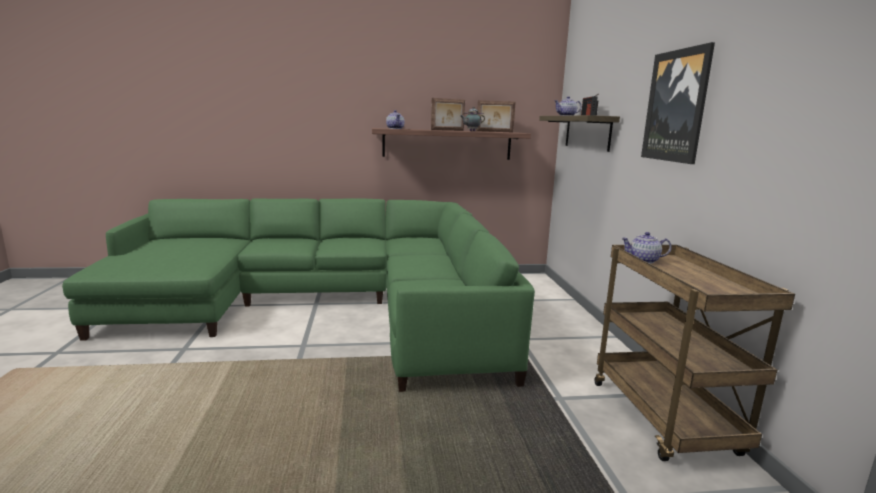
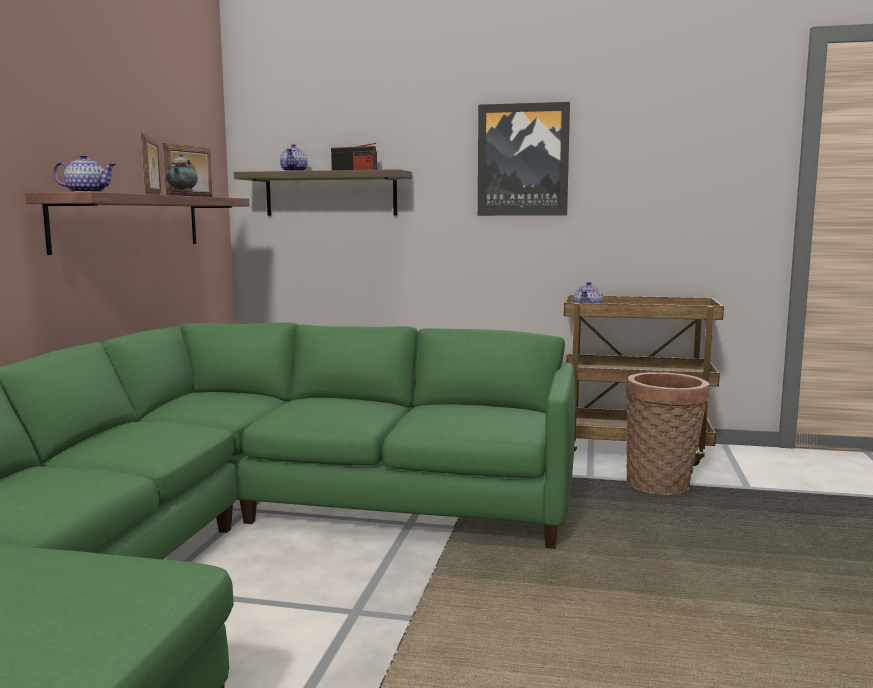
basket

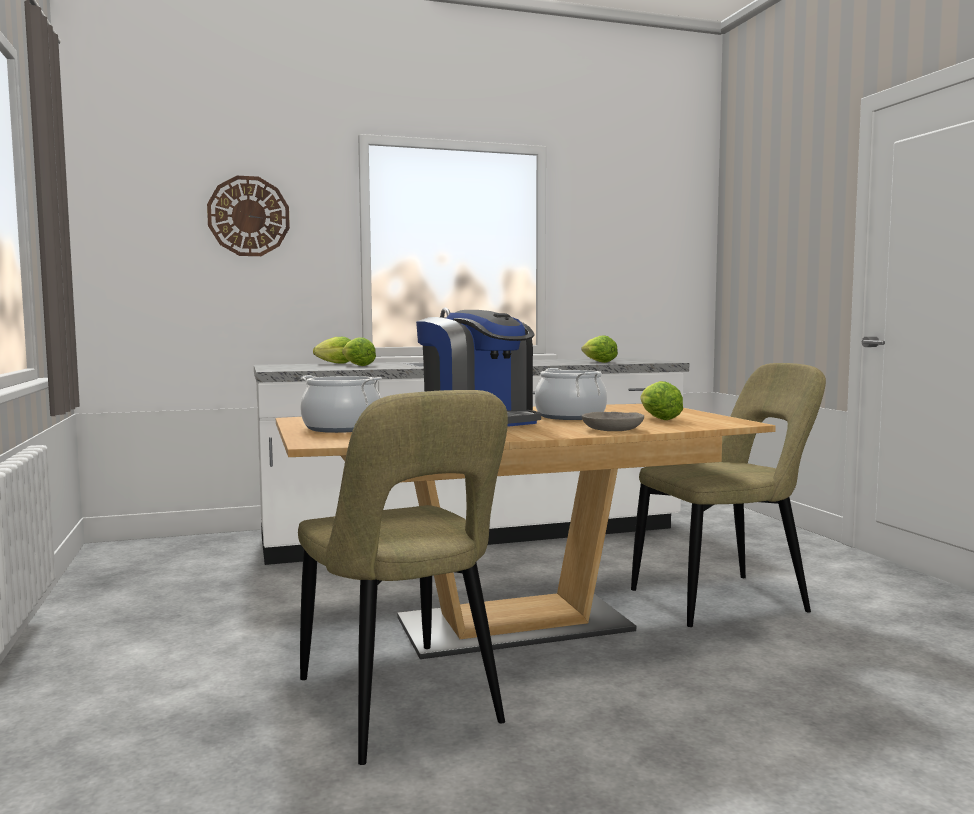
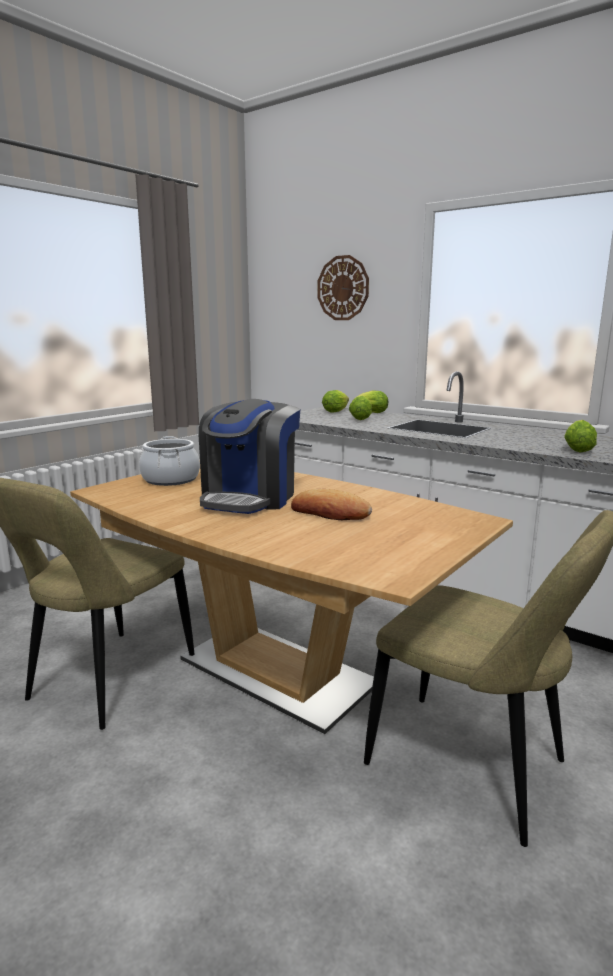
bread
lettuce (1st from left)
bowl/grey

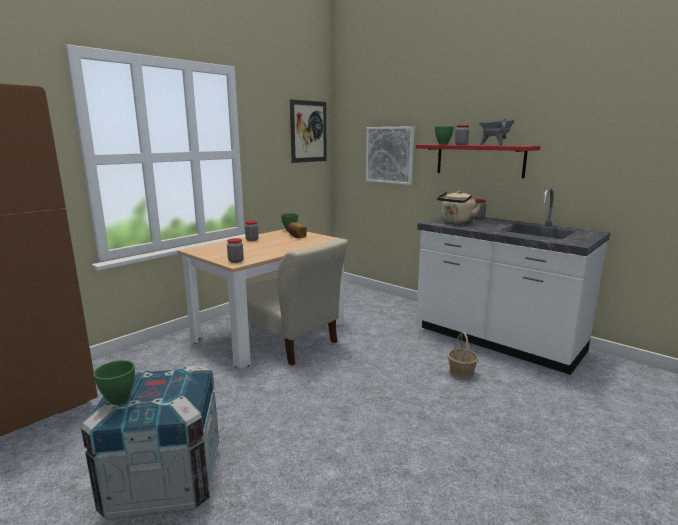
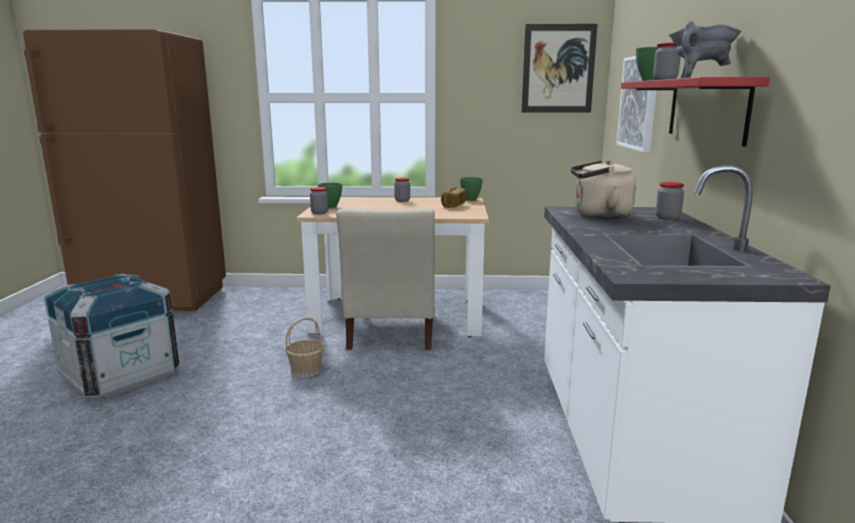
basket
bowl/green (1st from left)

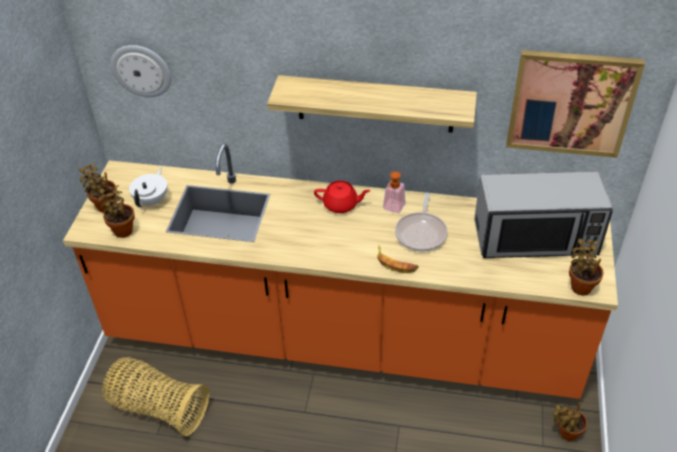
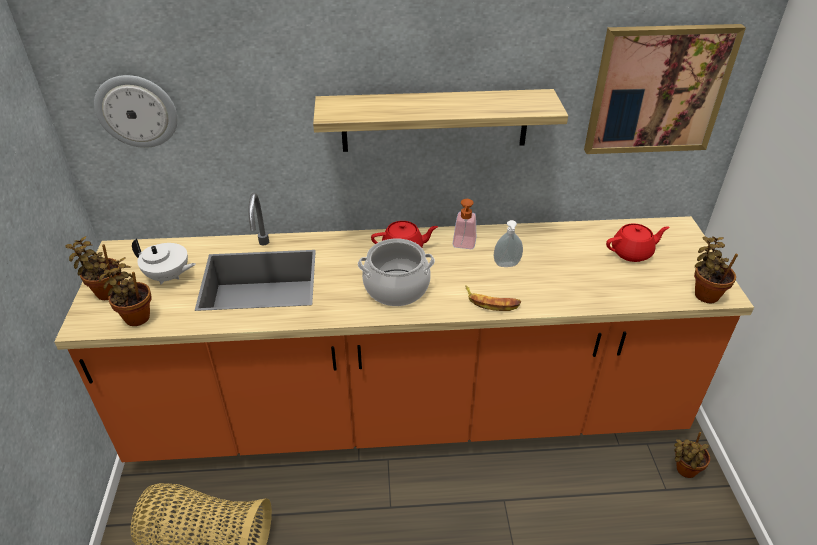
teapot/white
teapot/red (2nd from left)
soap dispenser (2nd from left)
cooking pot

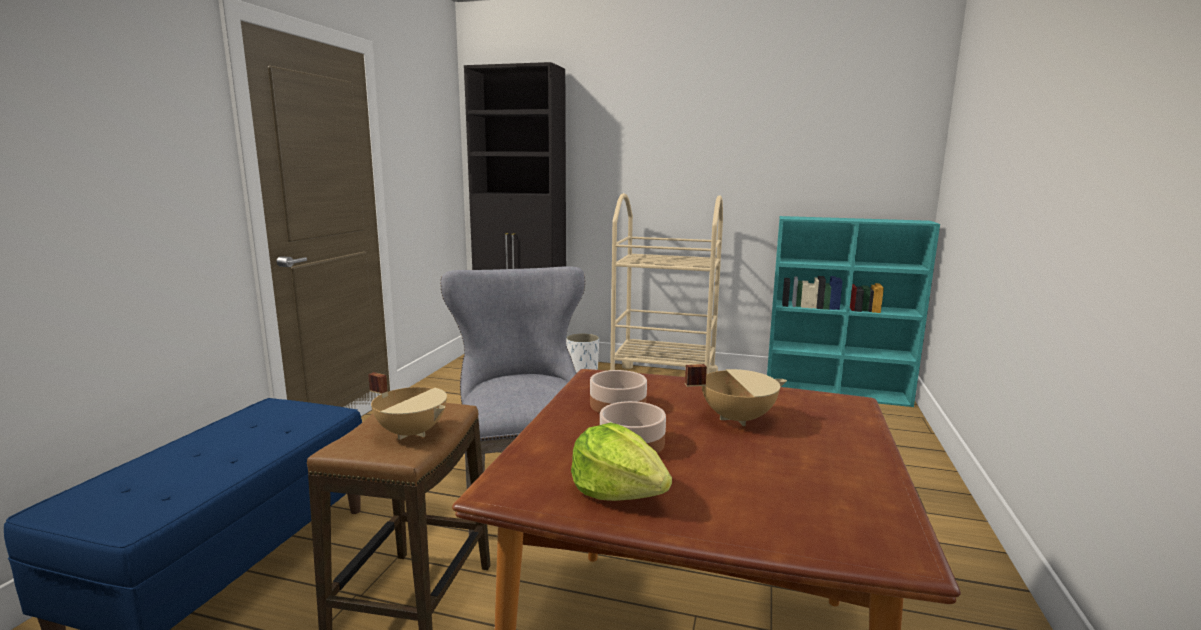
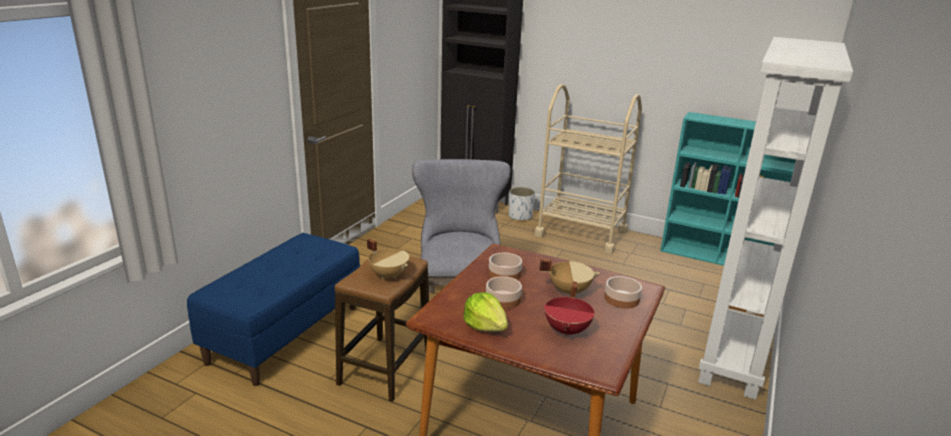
bookcase/white
bowl (3rd from left)
cooking pot/red

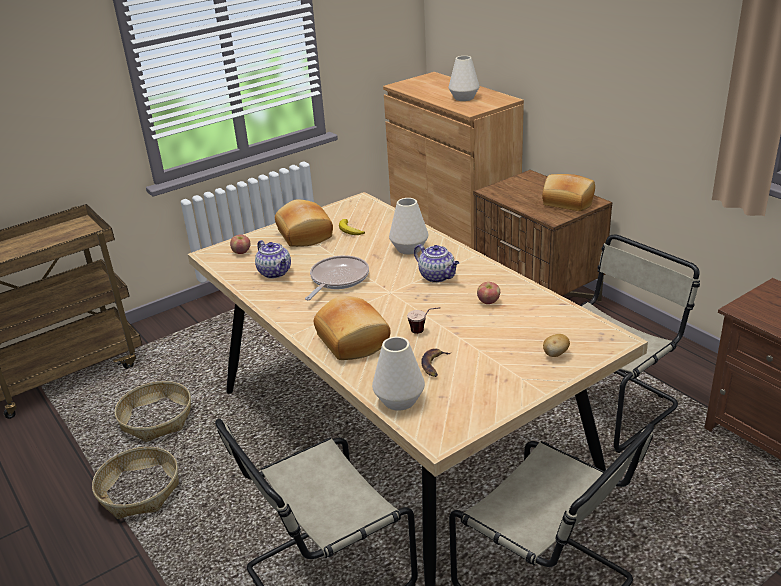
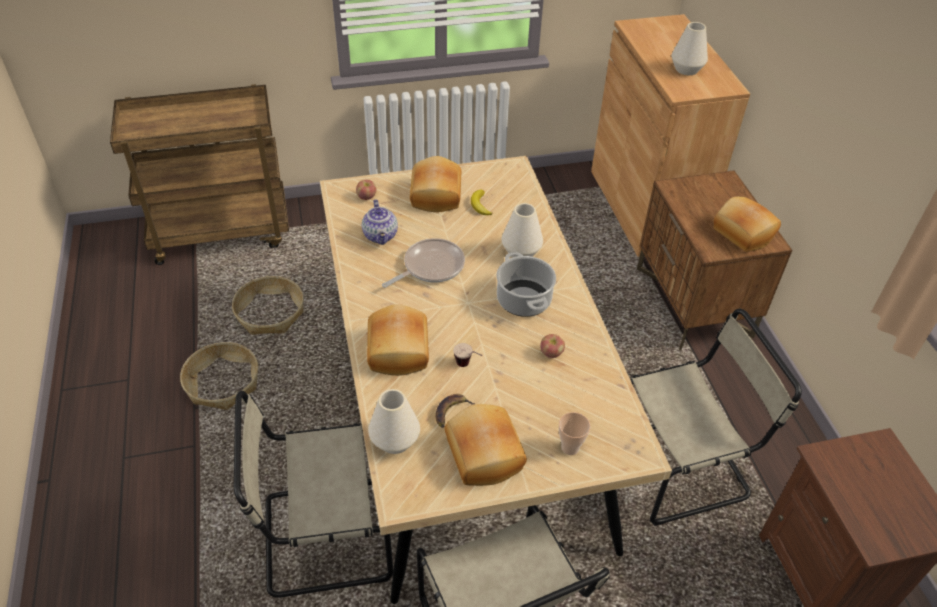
cooking pot
cup (2nd from left)
bread (3rd from left)

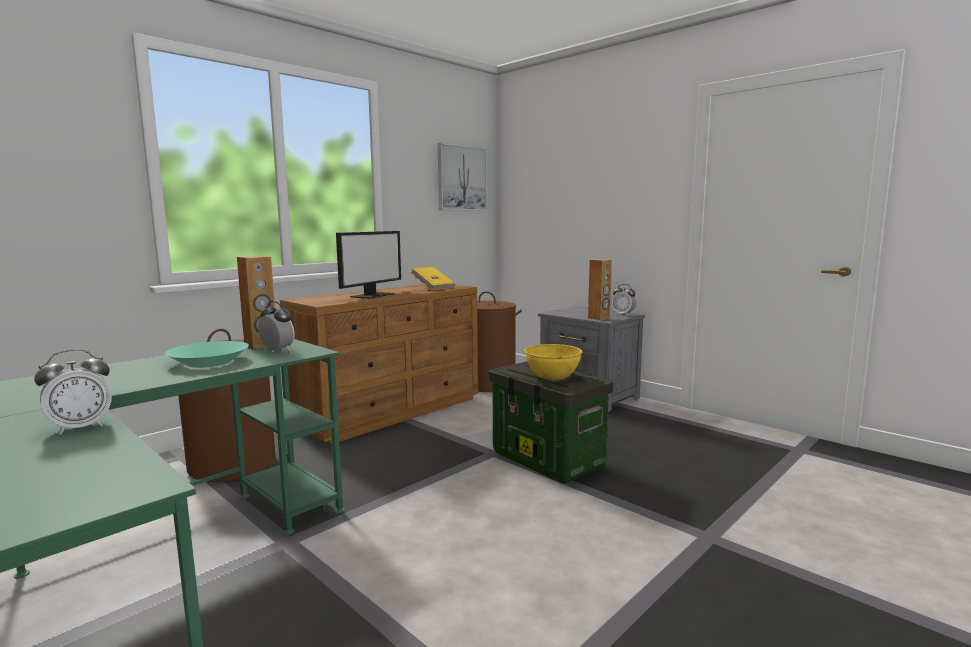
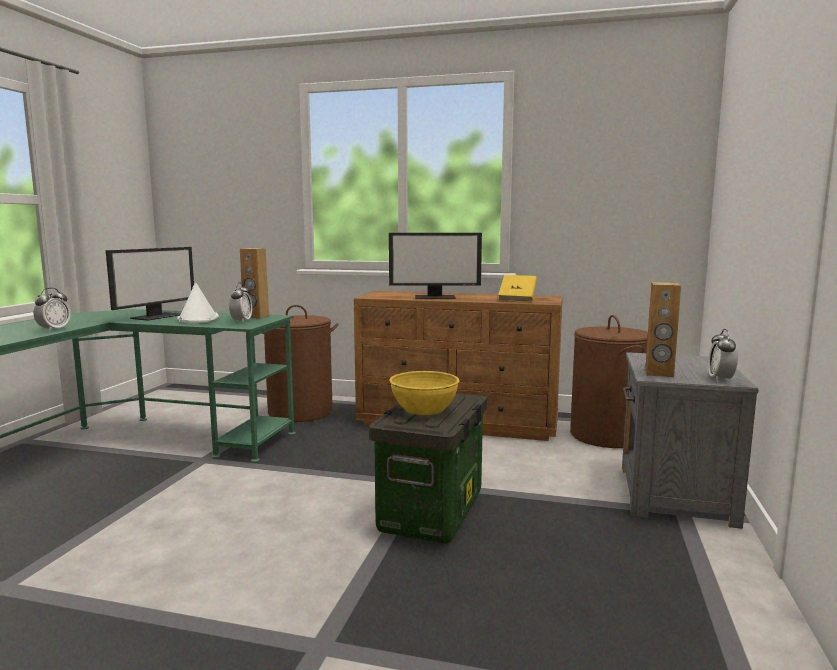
picture
hat/white
alarm clock (1st from left)
monitor (1st from left)

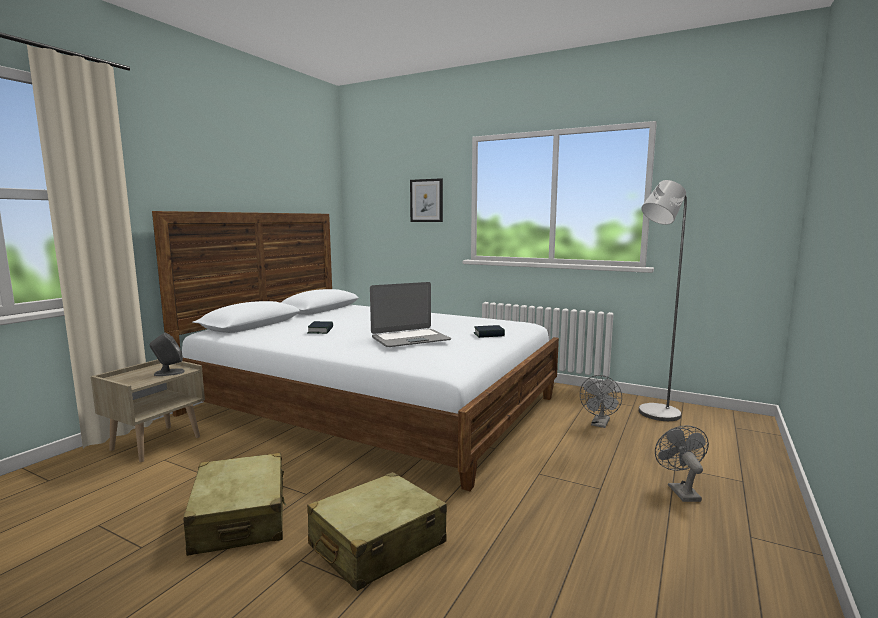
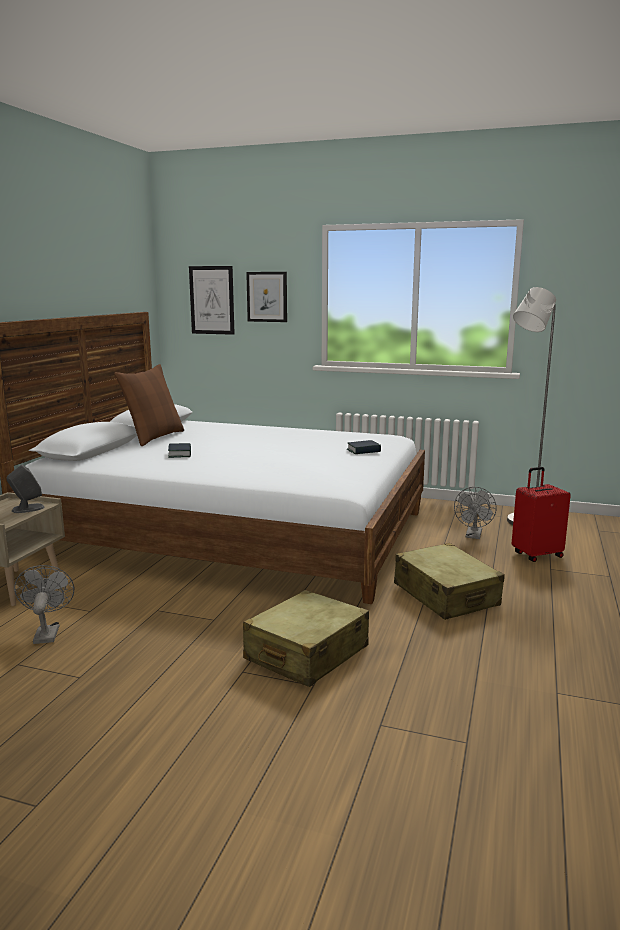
laptop
fan/grey (1st from left)
suitcase/beige (2nd from left)
picture (1st from left)
pillow/brown
suitcase/red

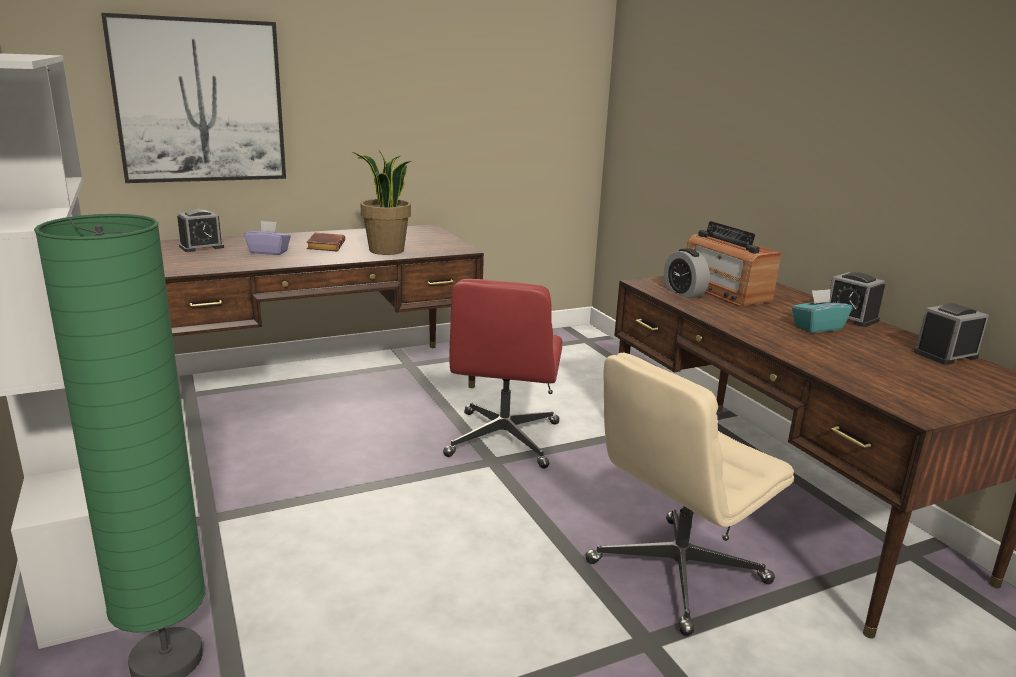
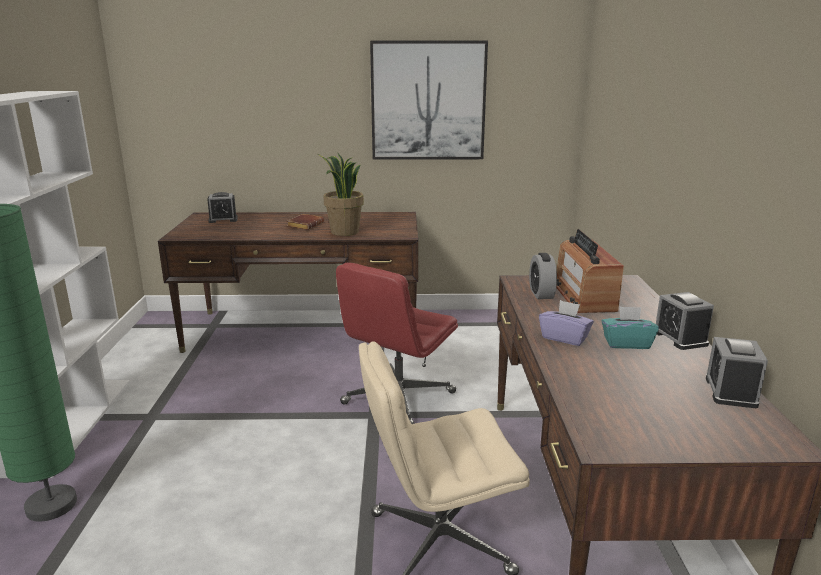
picture
tissue box/purple
alarm clock (4th from left)

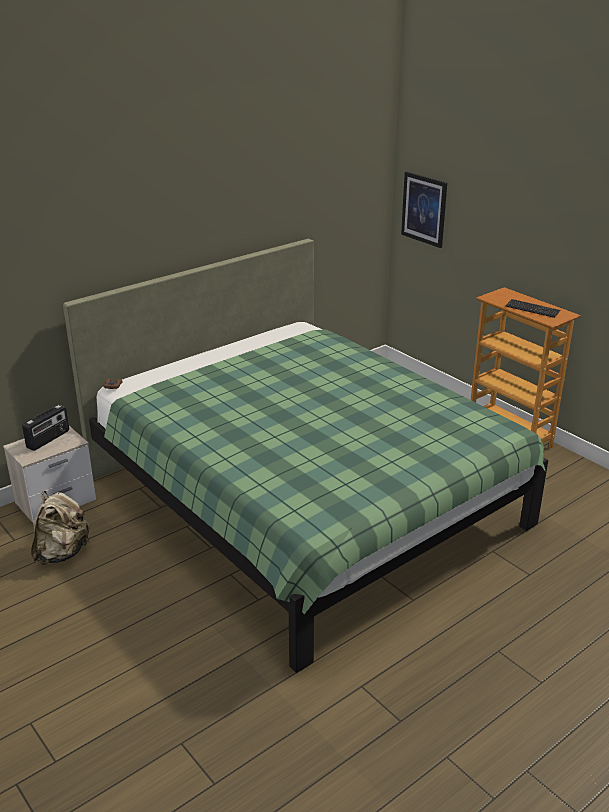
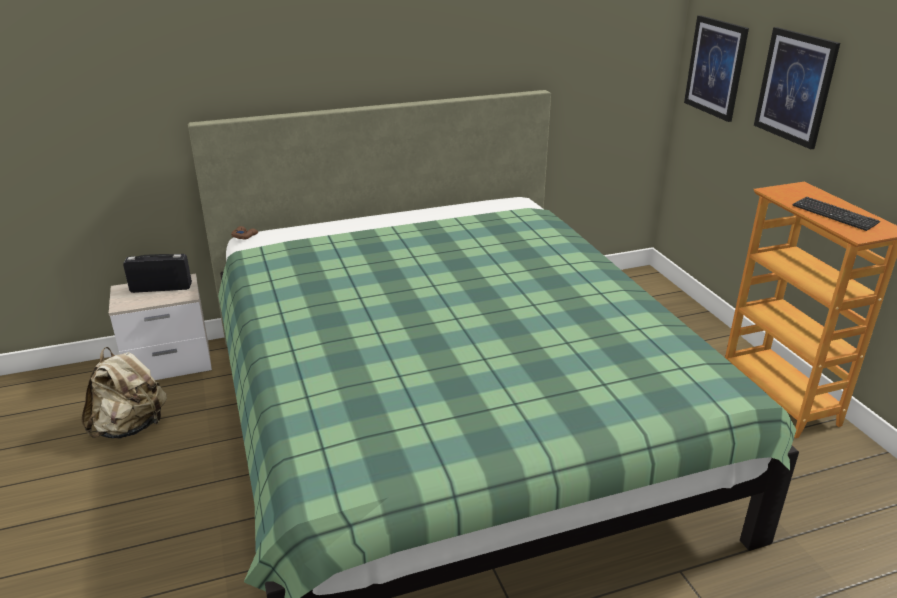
radio
picture (2nd from left)

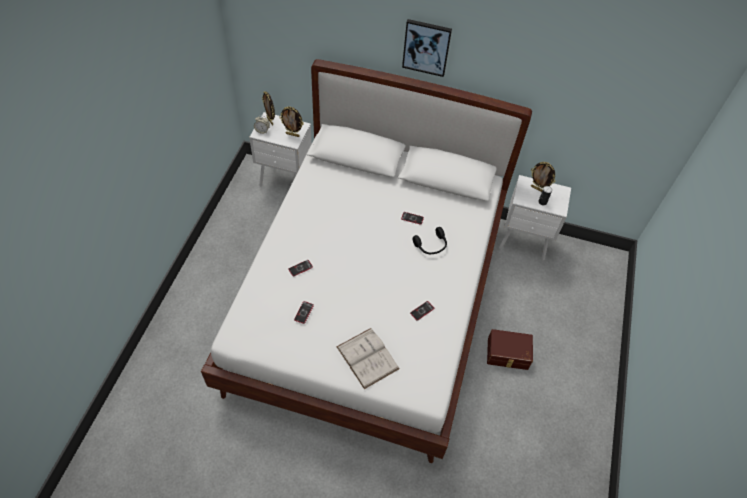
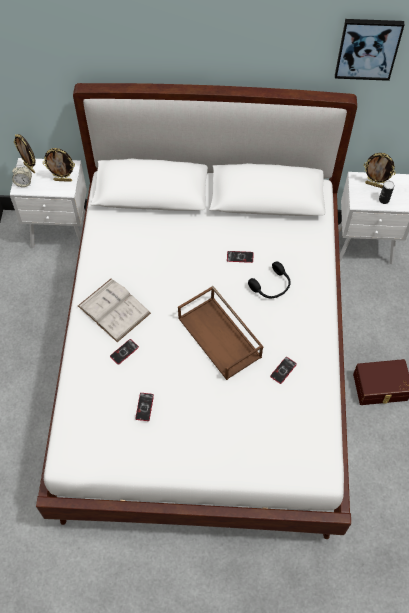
picture
book/white
tray/brown

